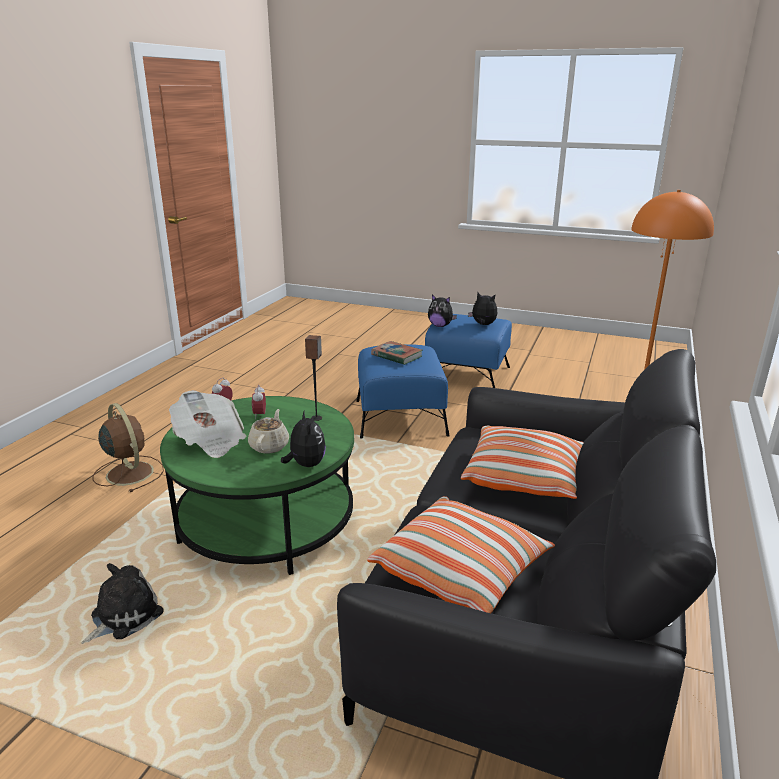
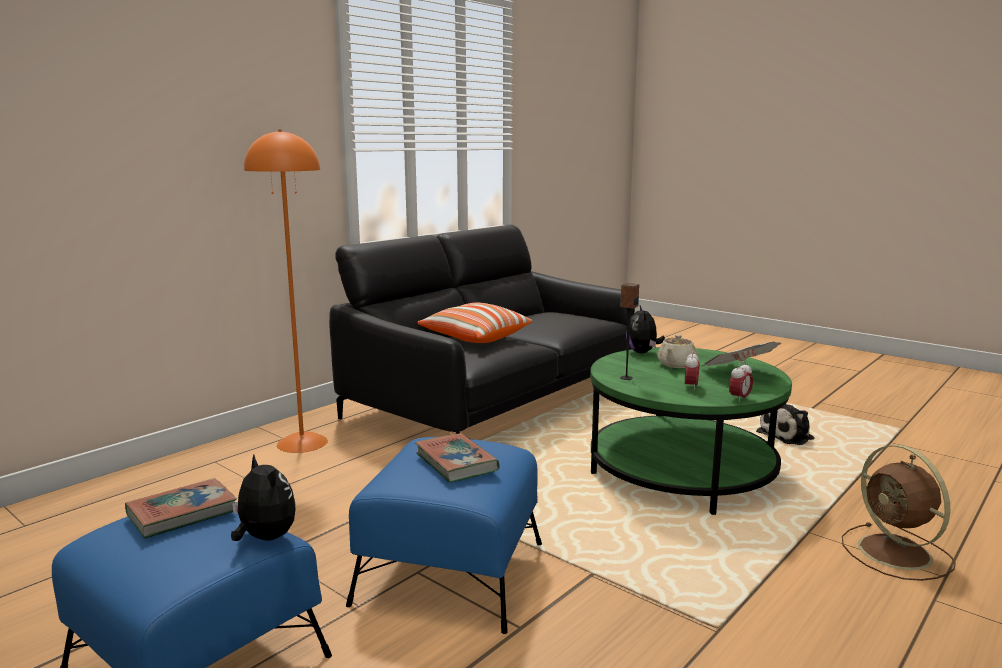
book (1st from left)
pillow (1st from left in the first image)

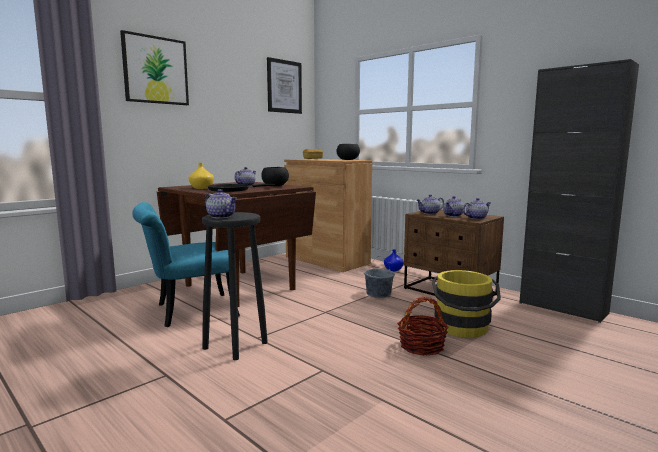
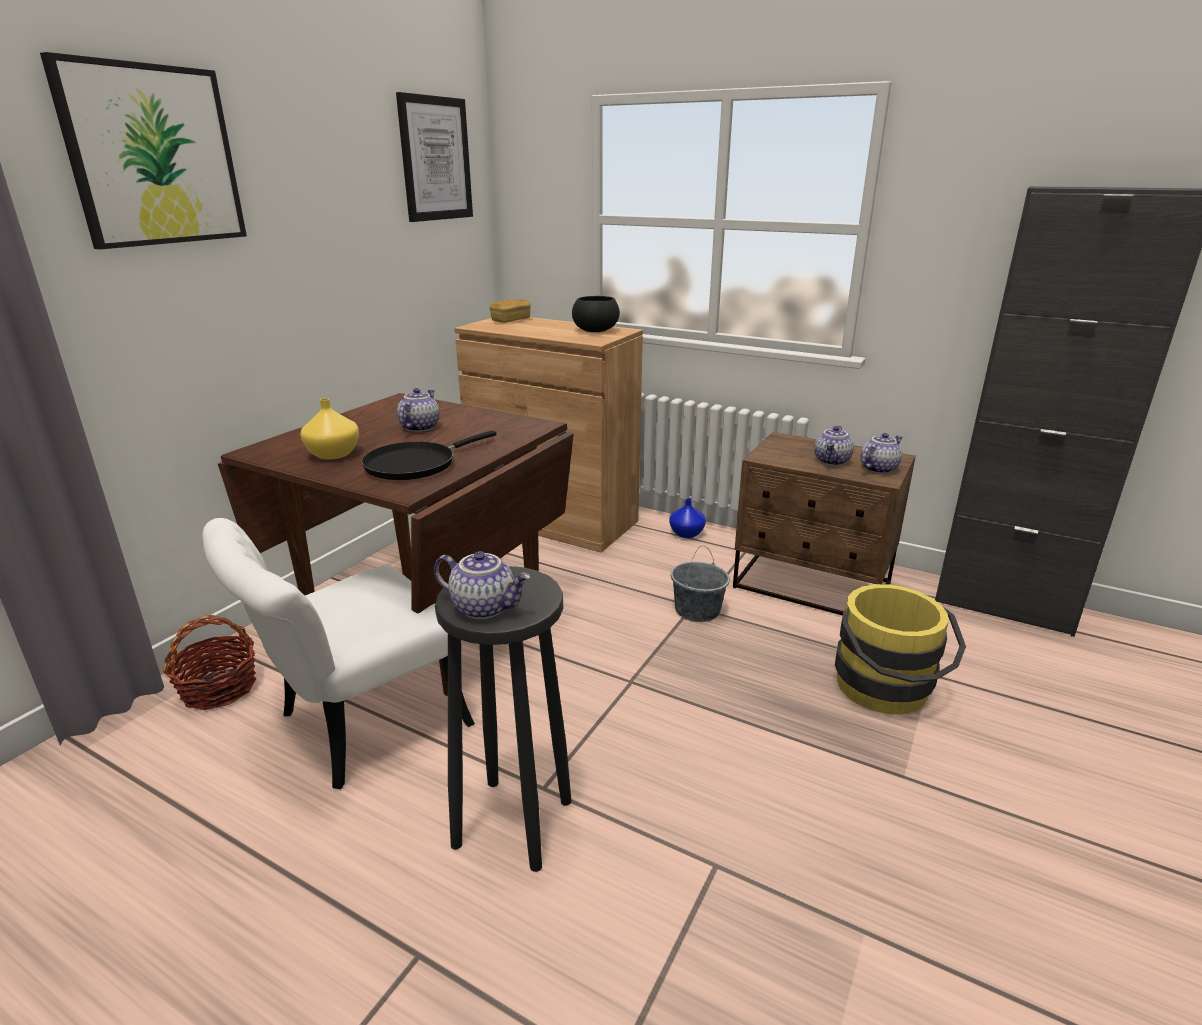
bowl/black (1st from left in the first image)
teapot (3rd from left in the first image)
chair/white
basket

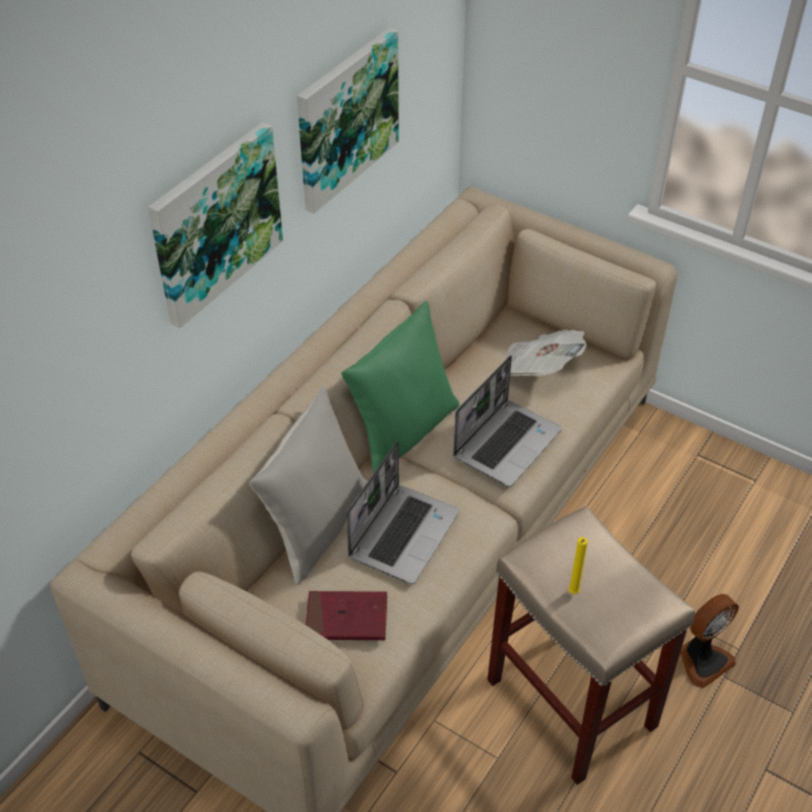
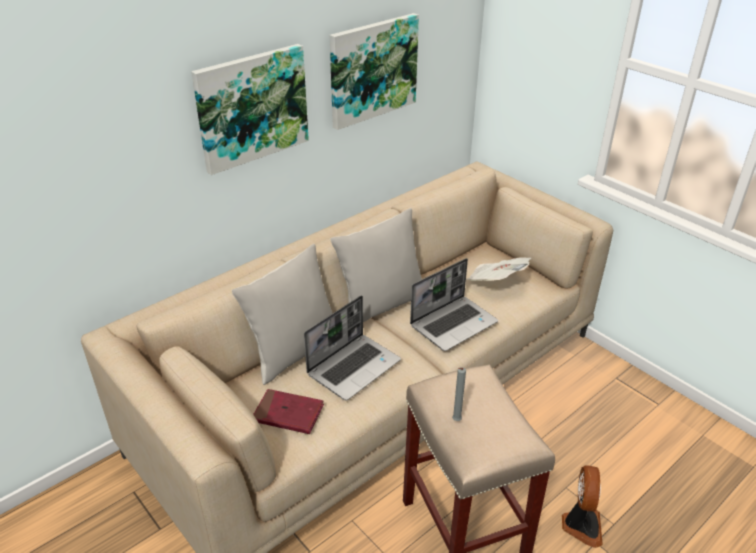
pillow/grey (2nd from left)
candle/grey
fan

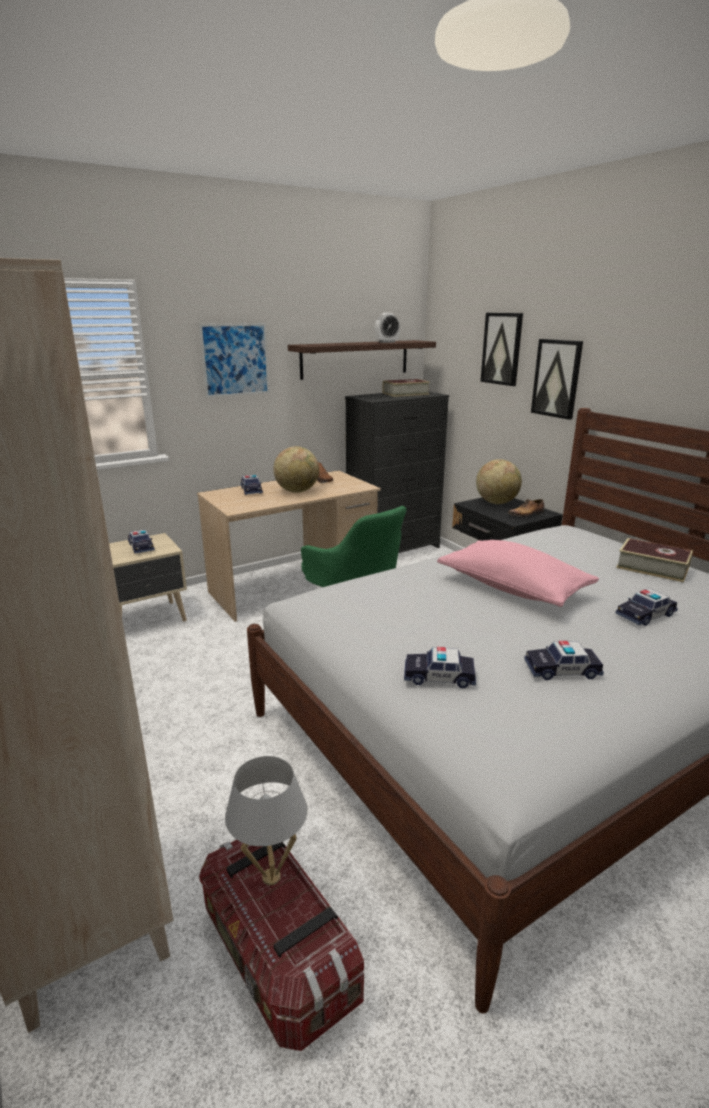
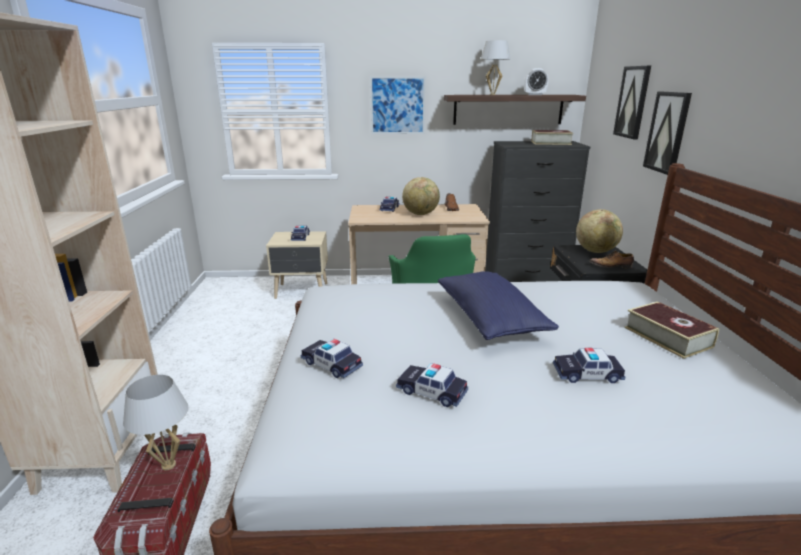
pillow/blue
table lamp/white (2nd from left)

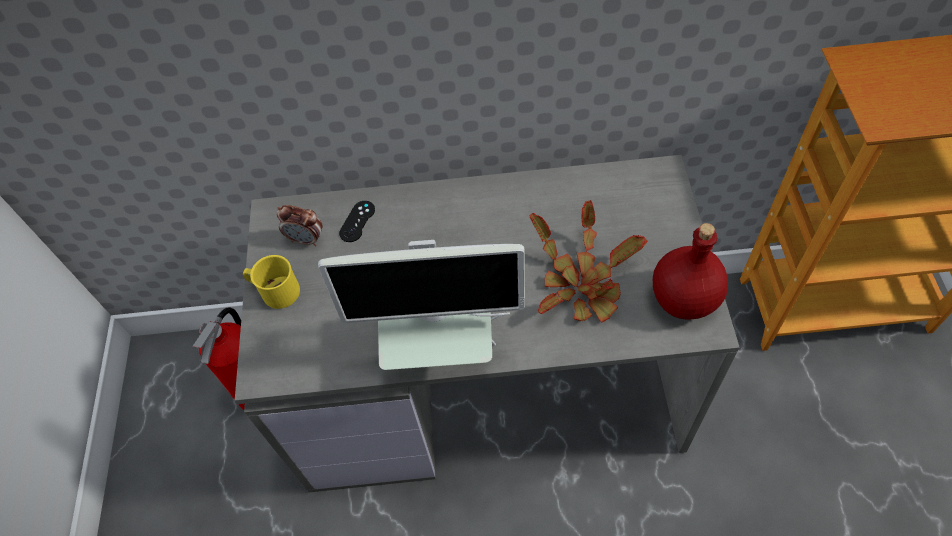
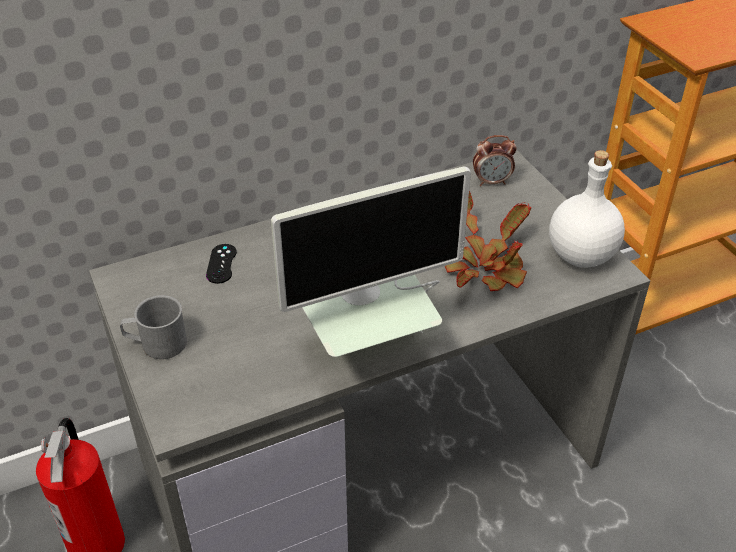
alarm clock
bottle/white
mug/grey

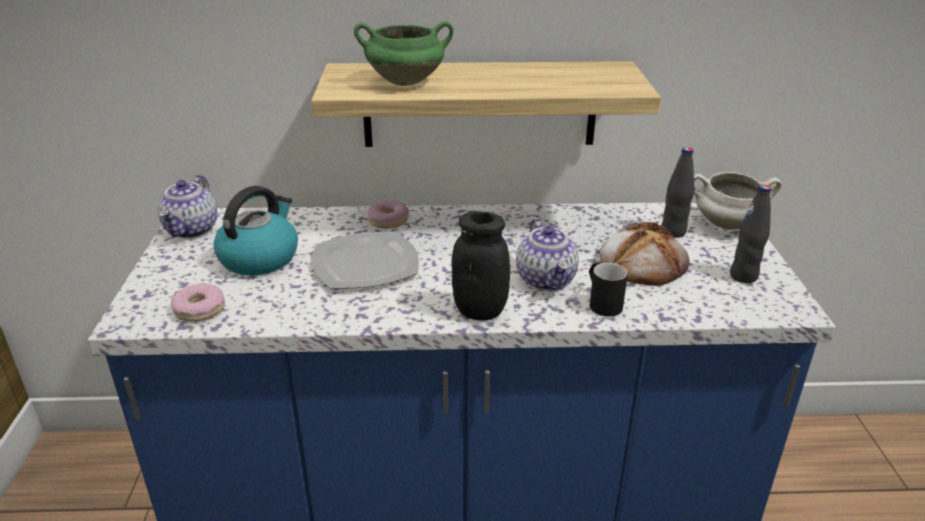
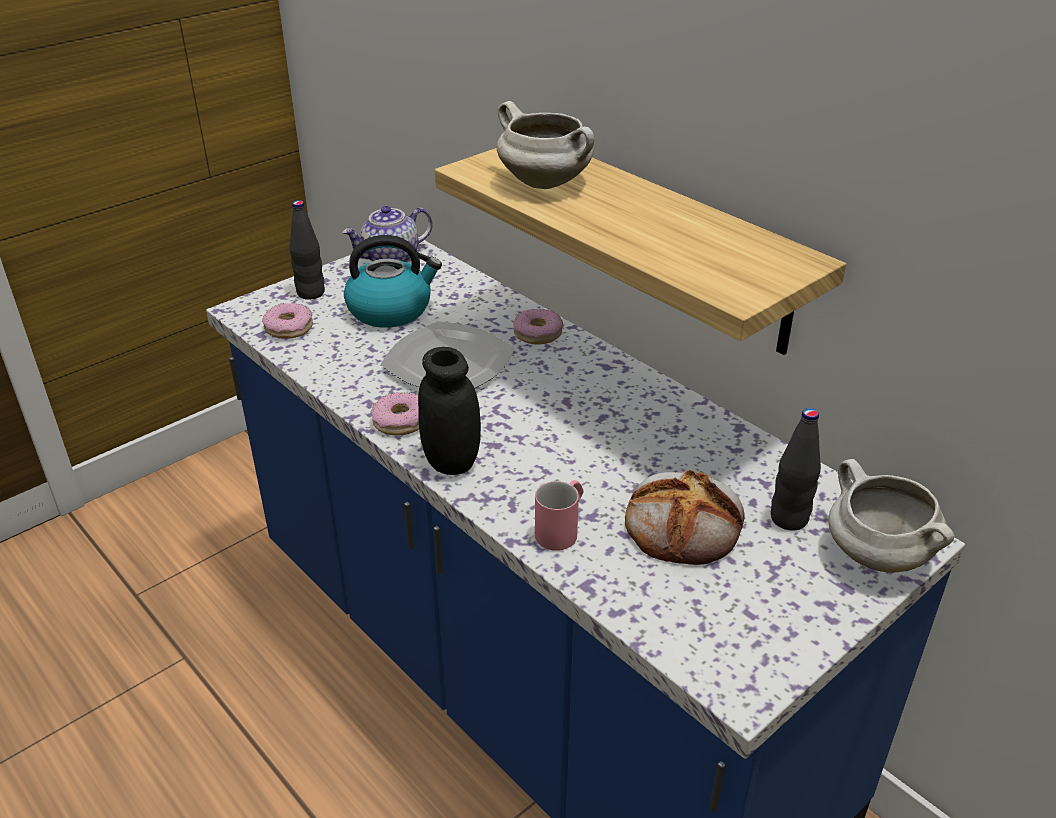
cooking pot/white (1st from left)
bottle/black (1st from left)
teapot (2nd from left in the first image)
mug/pink
donut (2nd from left)

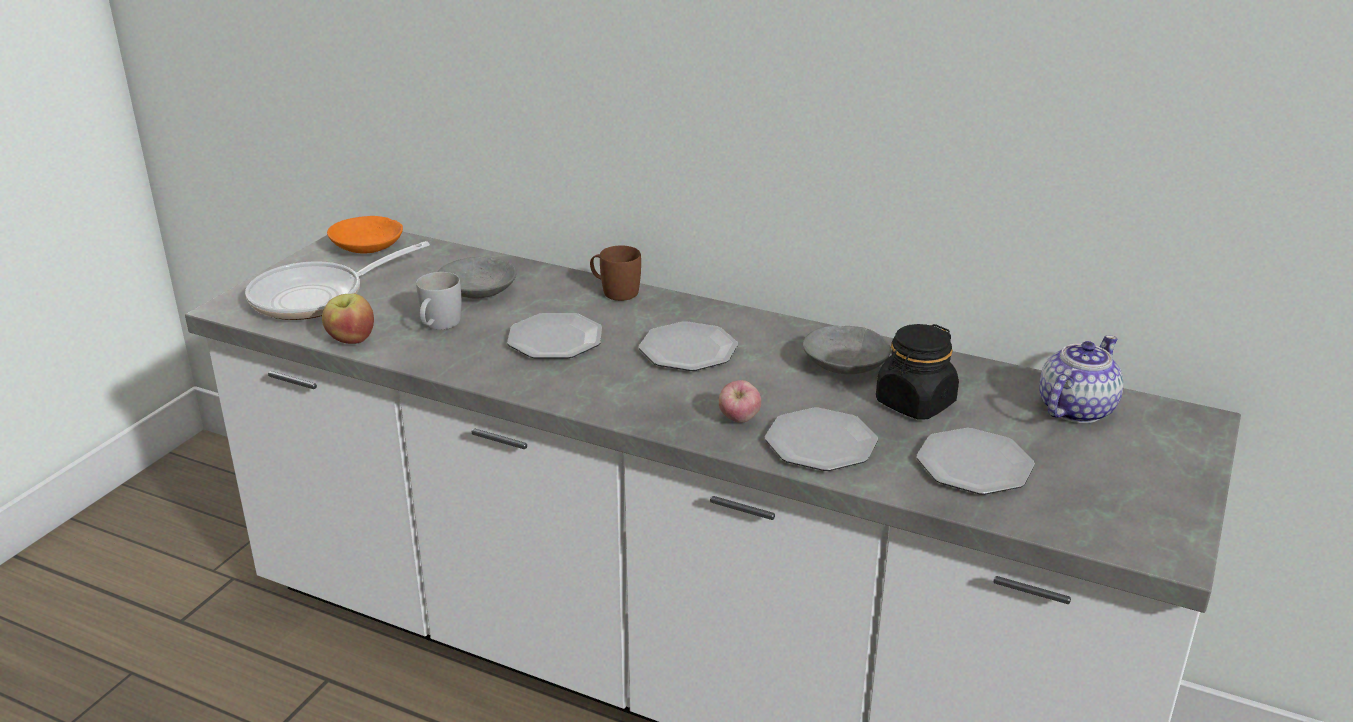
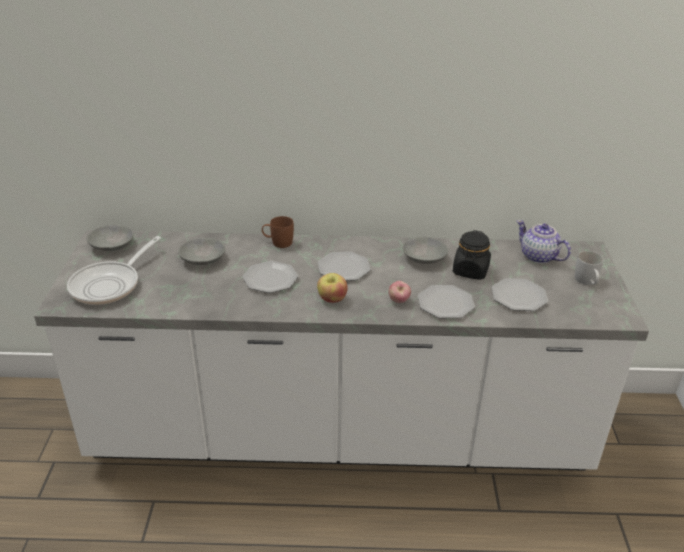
bowl/grey (1st from left)
mug/white
apple (1st from left)
teapot

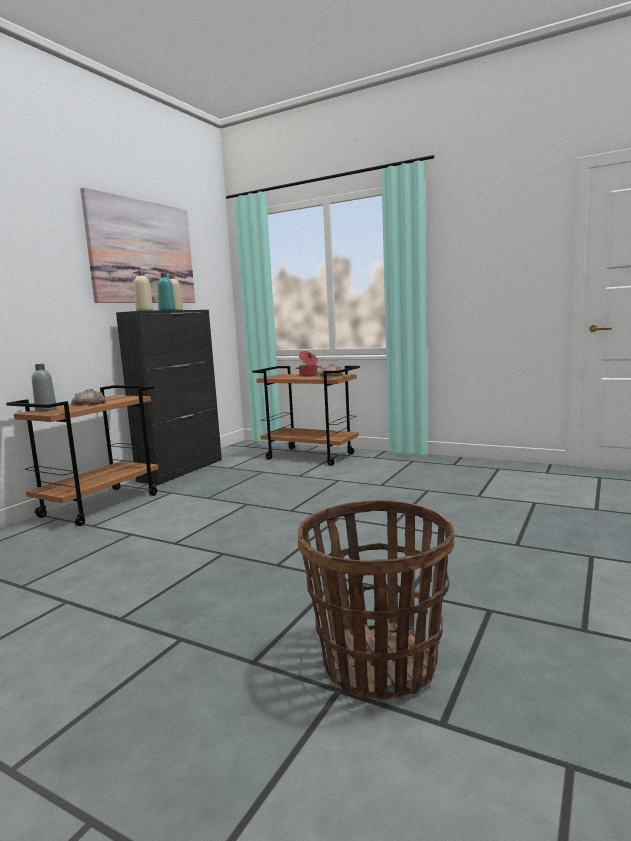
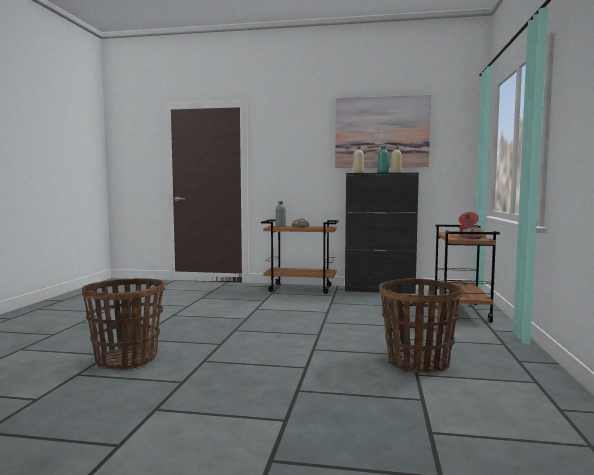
basket (2nd from left)

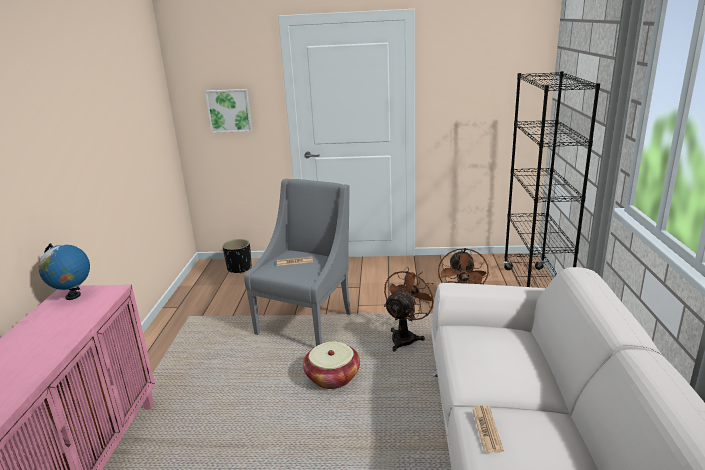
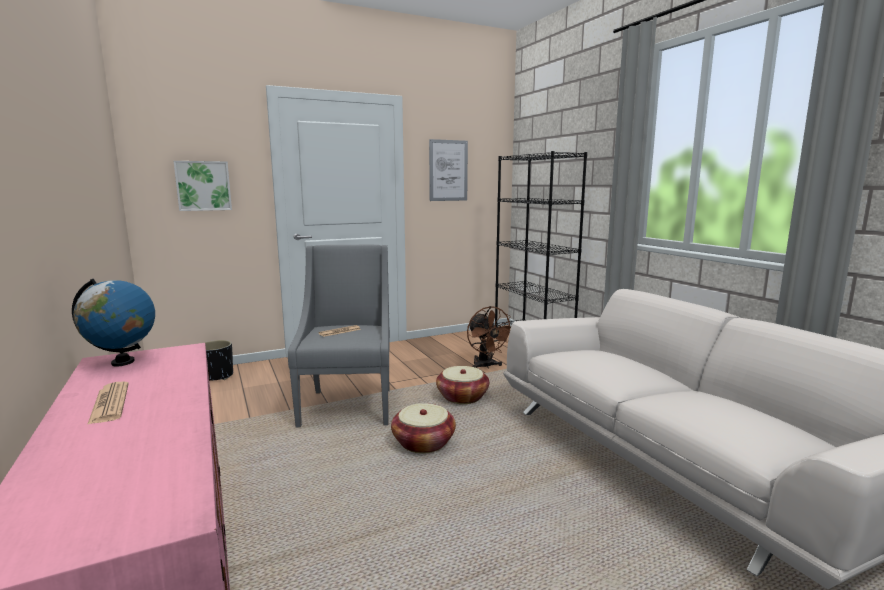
basket (2nd from left)
newspaper (1st from left)
picture (2nd from left)

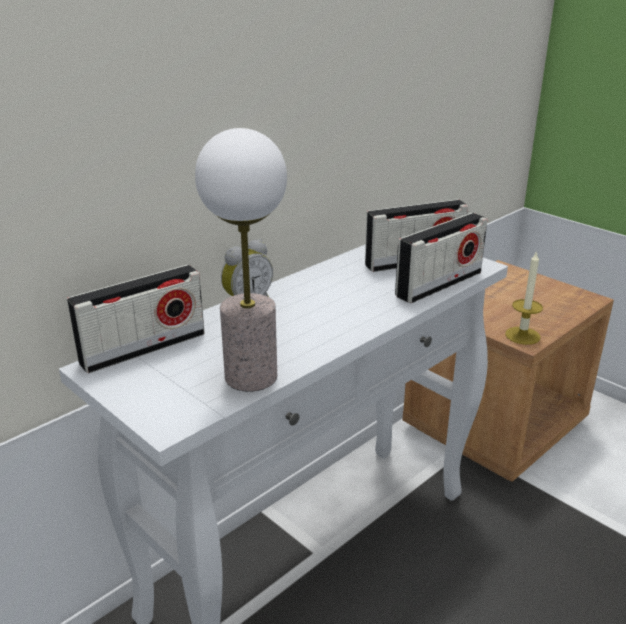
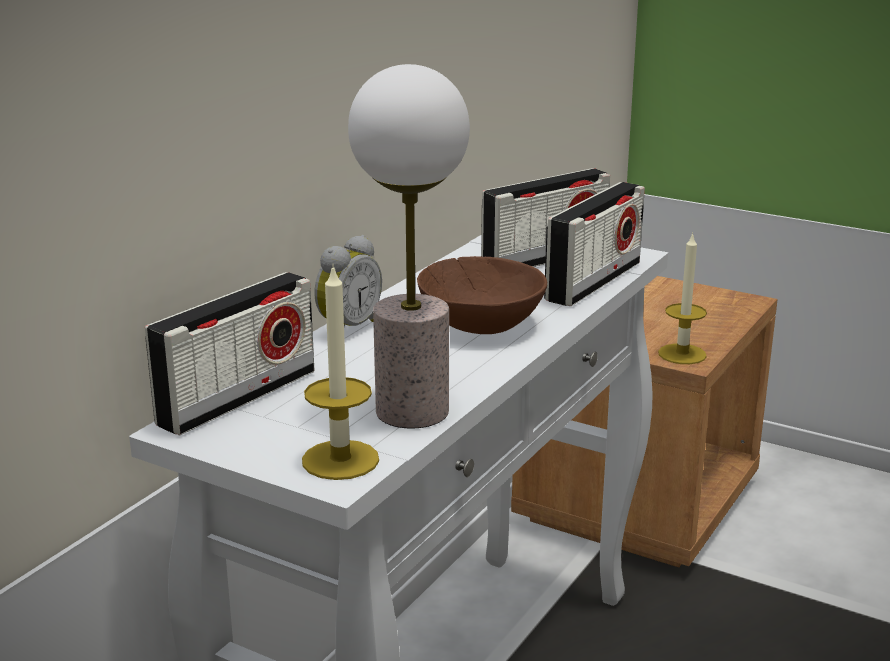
bowl/brown
candle (1st from left)

